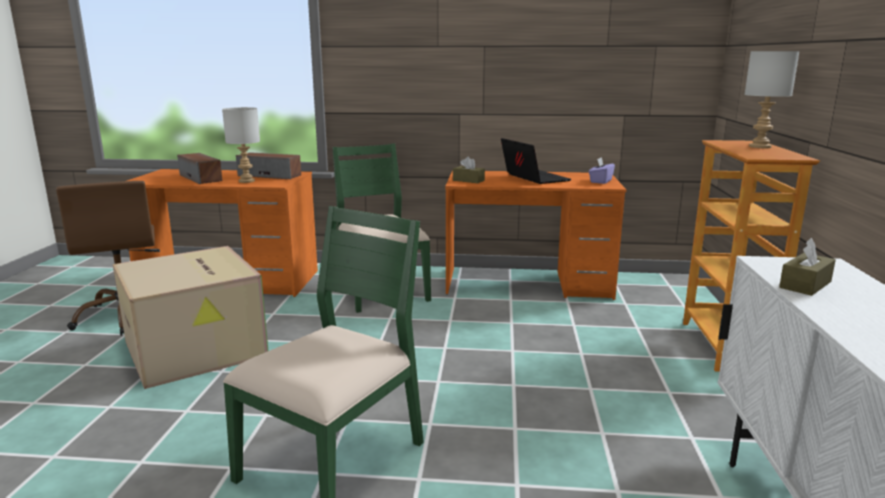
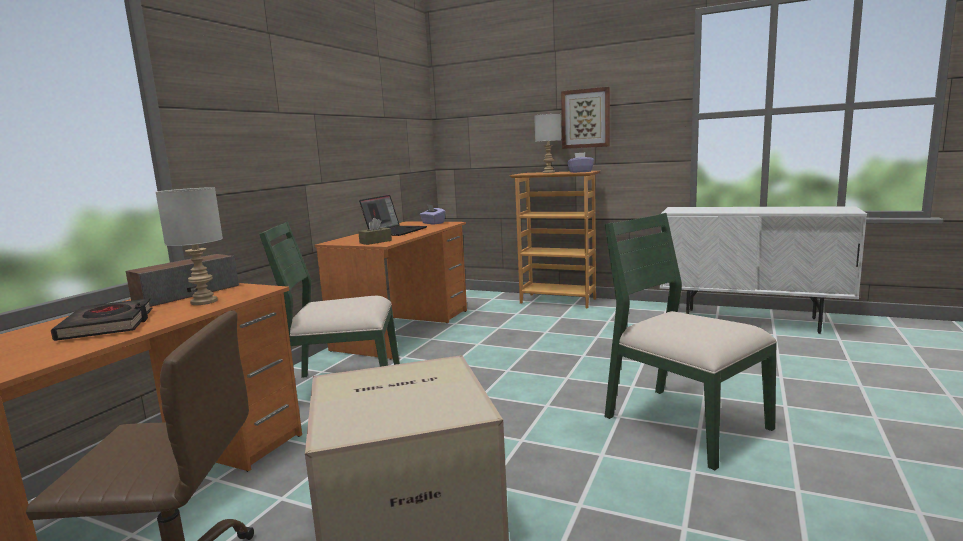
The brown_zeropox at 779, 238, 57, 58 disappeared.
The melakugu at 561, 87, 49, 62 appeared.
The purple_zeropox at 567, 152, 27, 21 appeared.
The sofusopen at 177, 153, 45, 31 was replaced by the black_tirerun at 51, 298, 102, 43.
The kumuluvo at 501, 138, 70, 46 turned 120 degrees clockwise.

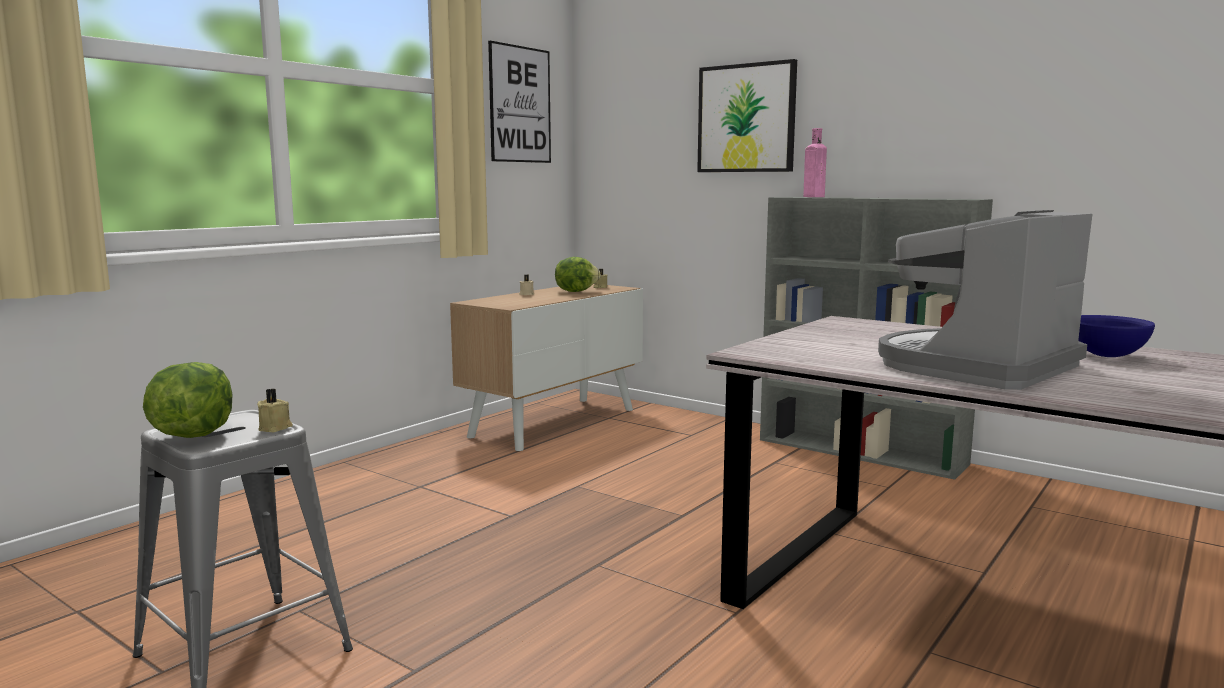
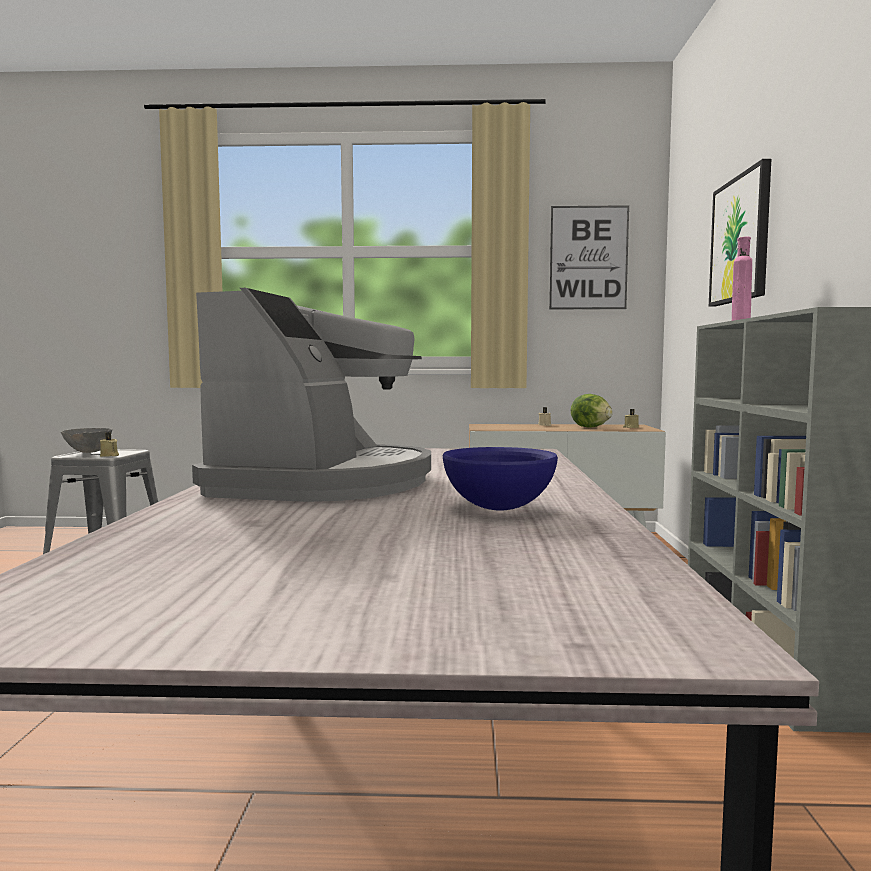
The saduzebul at 143, 362, 90, 76 was replaced by the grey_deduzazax at 61, 428, 51, 25.
The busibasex at 878, 210, 215, 180 turned 90 degrees clockwise.

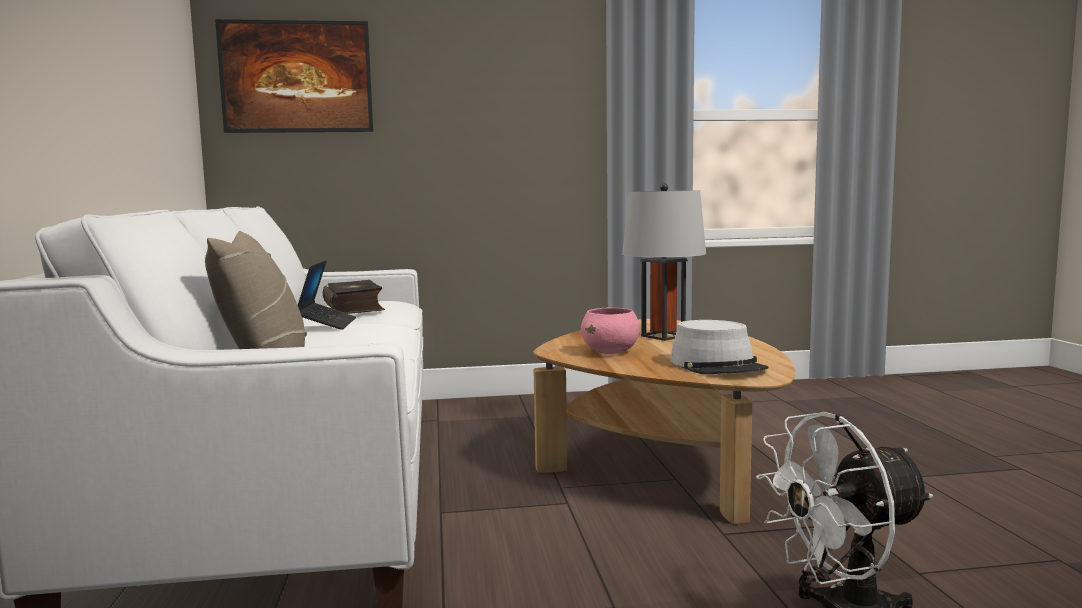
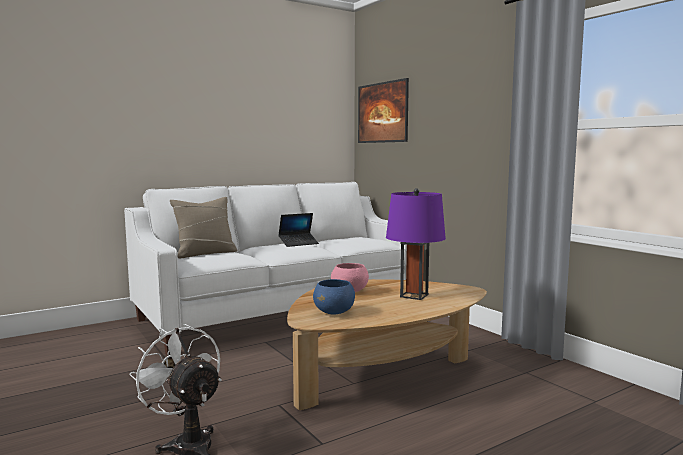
The tirerun at 323, 280, 62, 34 disappeared.
The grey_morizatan at 670, 320, 99, 54 was replaced by the blue_deduzazax at 313, 279, 42, 36.
The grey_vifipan at 622, 183, 84, 158 became the purple_vifipan at 386, 188, 60, 112.

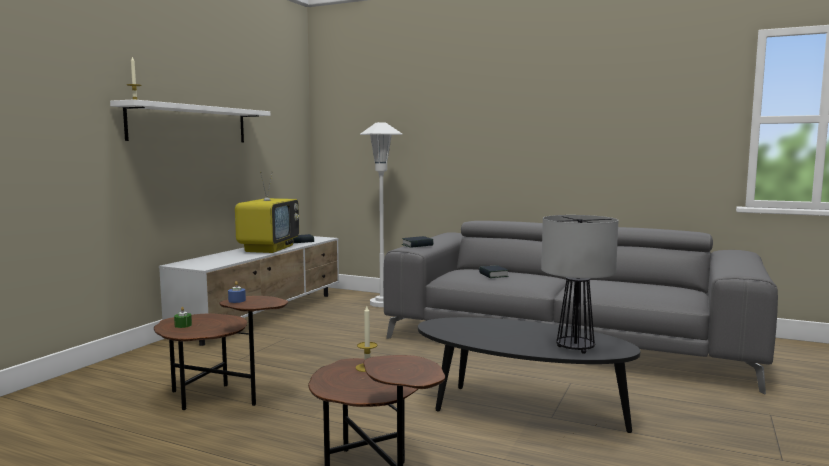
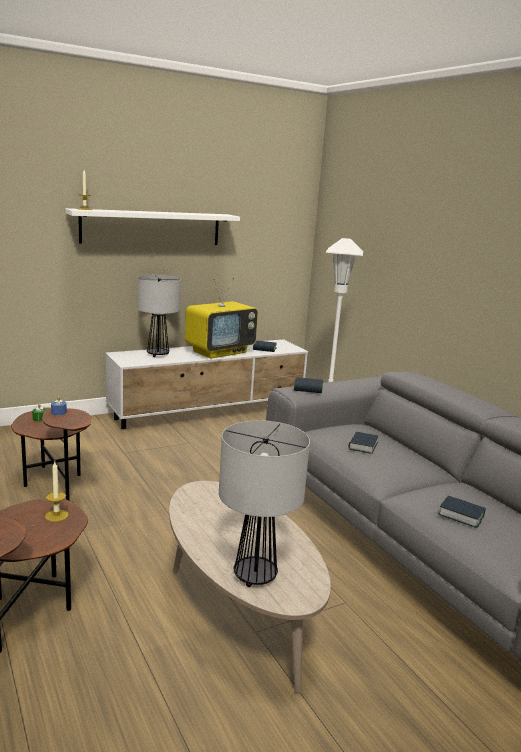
The vifipan at 137, 275, 44, 82 appeared.
The tirerun at 438, 496, 48, 32 appeared.
The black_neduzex at 418, 317, 222, 116 became the beige_neduzex at 169, 481, 162, 213.

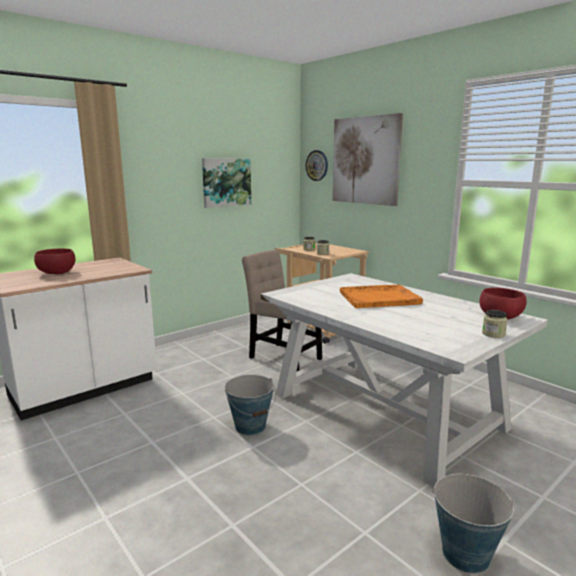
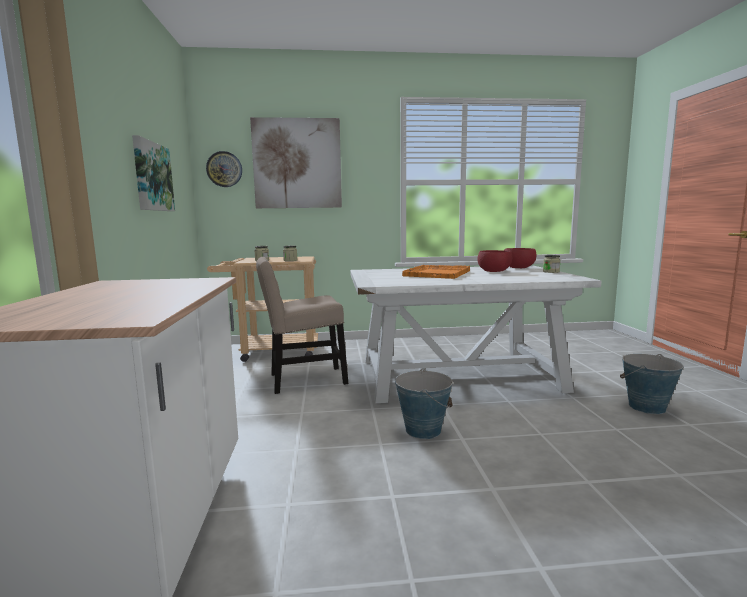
The red_deduzazax moved from 34, 248, 41, 26 to 477, 250, 35, 22.

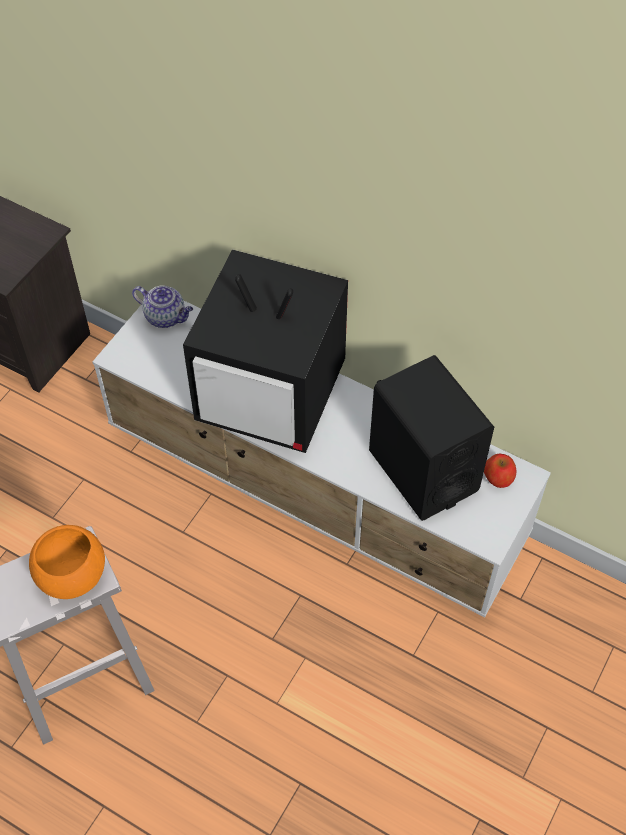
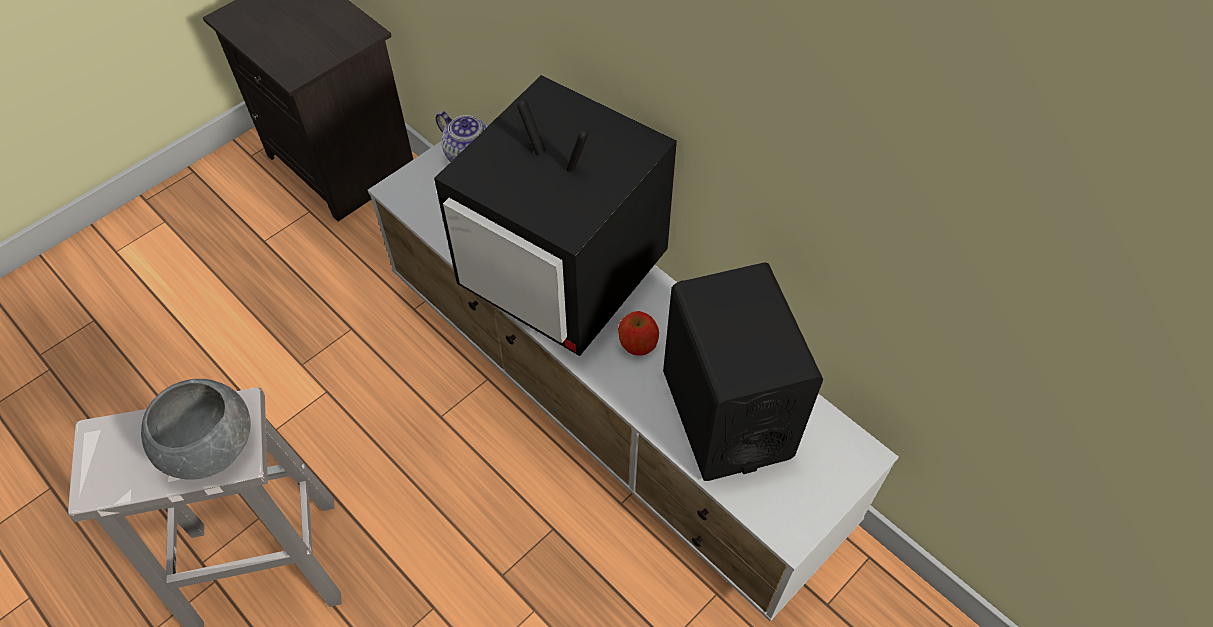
The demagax moved from 484, 454, 32, 34 to 618, 311, 41, 45.
The orange_deduzazax at 29, 525, 76, 74 became the grey_deduzazax at 141, 379, 110, 101.

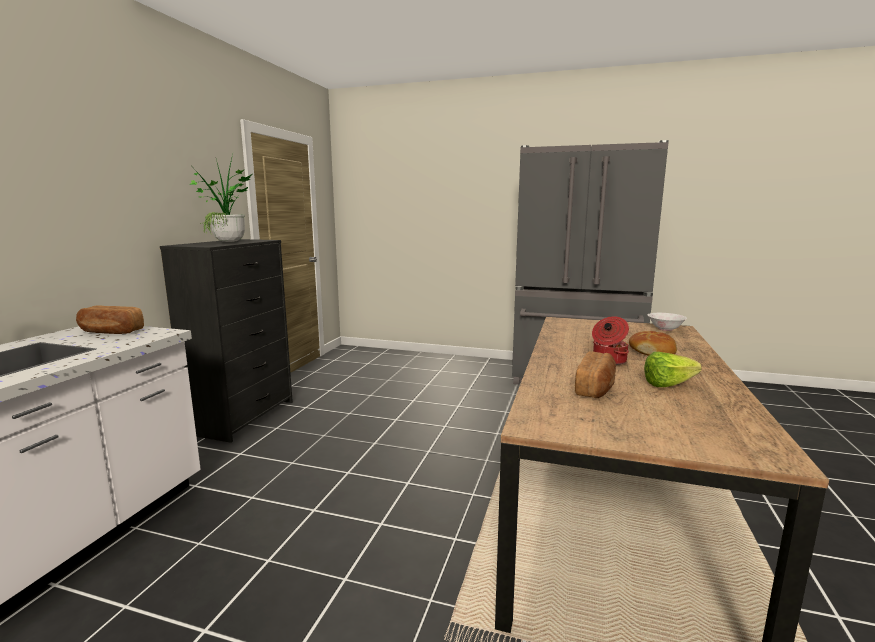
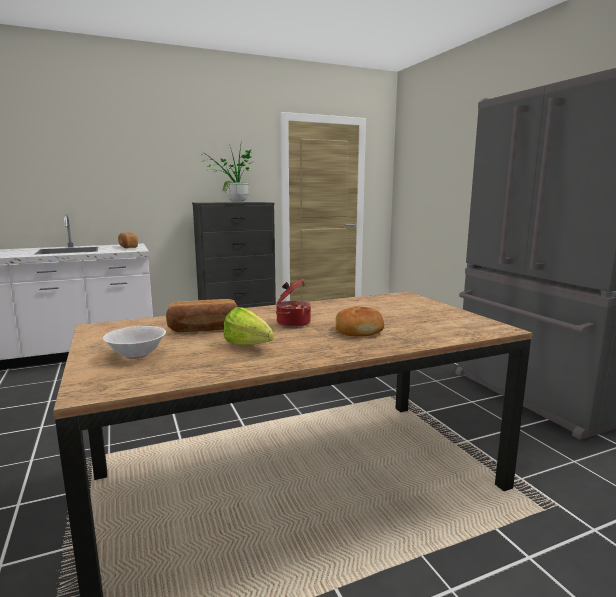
The white_deduzazax moved from 648, 313, 39, 18 to 103, 326, 63, 33.

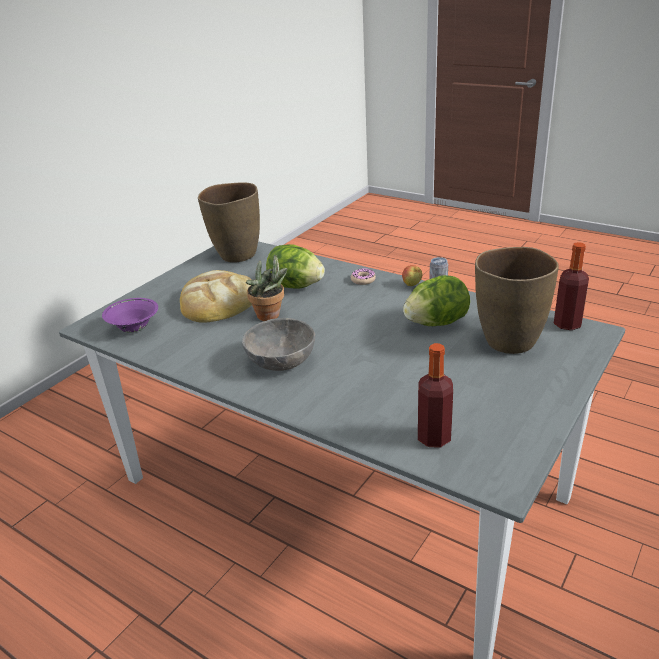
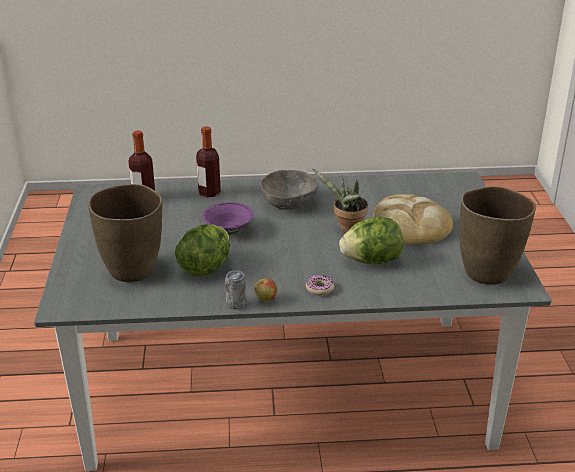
The purple_deduzazax moved from 102, 298, 56, 35 to 202, 202, 51, 33.
The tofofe moved from 554, 242, 35, 88 to 196, 126, 25, 72.

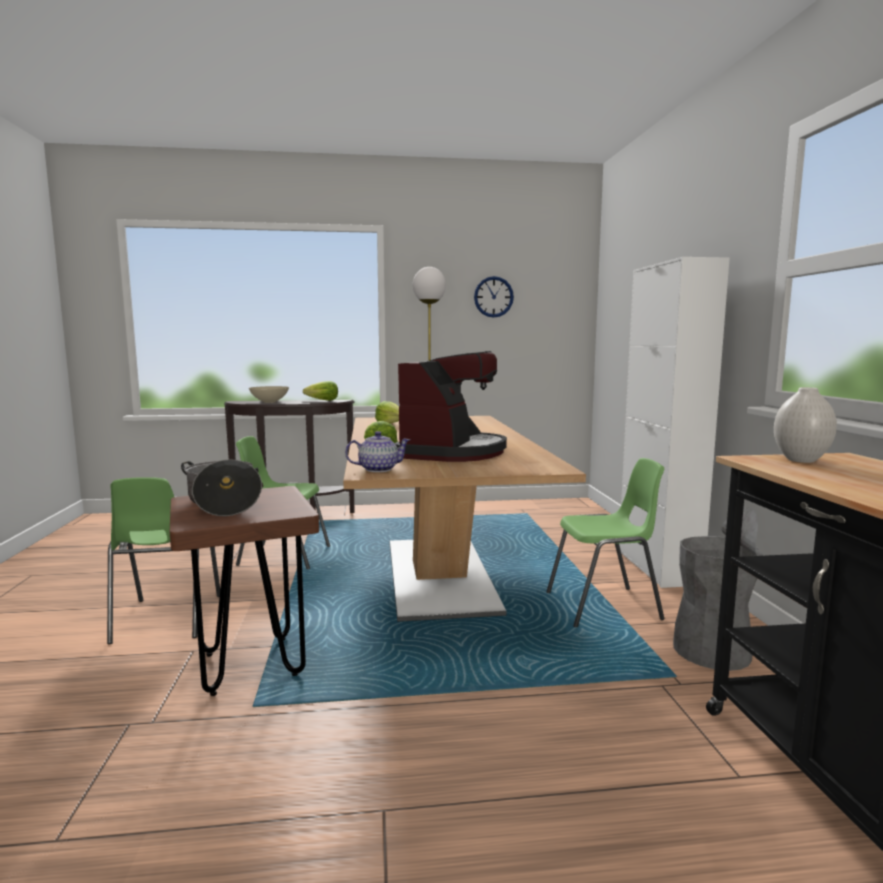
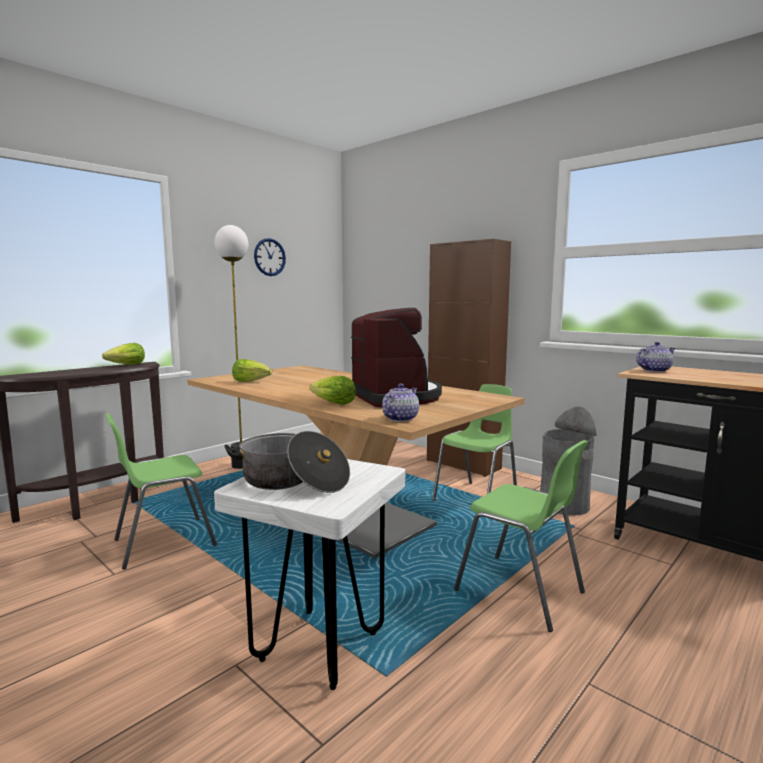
The beige_deduzazax at 249, 386, 40, 17 disappeared.
The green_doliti moved from 107, 477, 113, 167 to 454, 440, 134, 192.
The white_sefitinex at 774, 387, 63, 76 was replaced by the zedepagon at 636, 342, 40, 30.
The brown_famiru at 170, 486, 149, 210 became the white_famiru at 214, 459, 191, 231.
The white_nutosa at 619, 257, 111, 331 became the brown_nutosa at 427, 239, 84, 238.

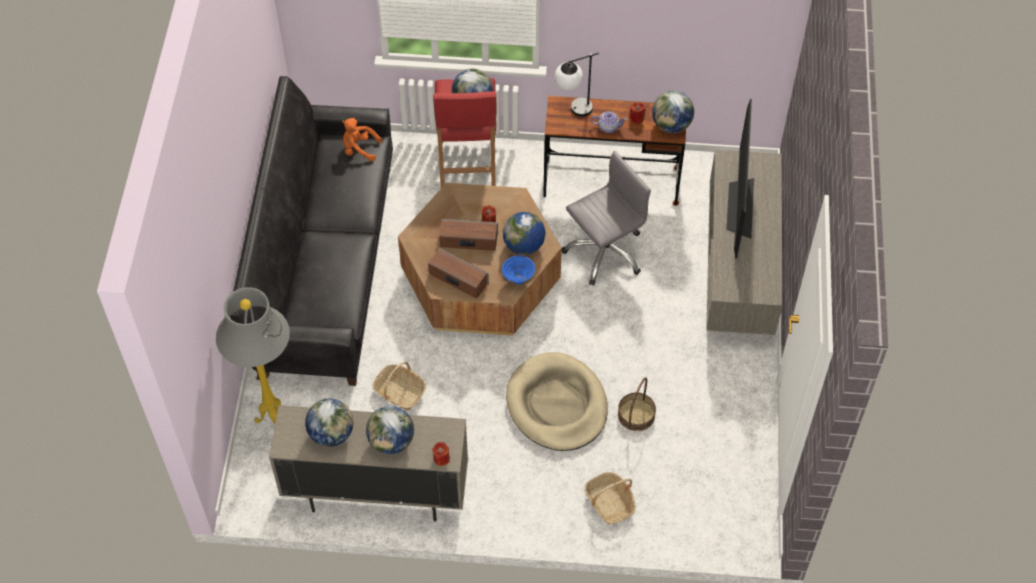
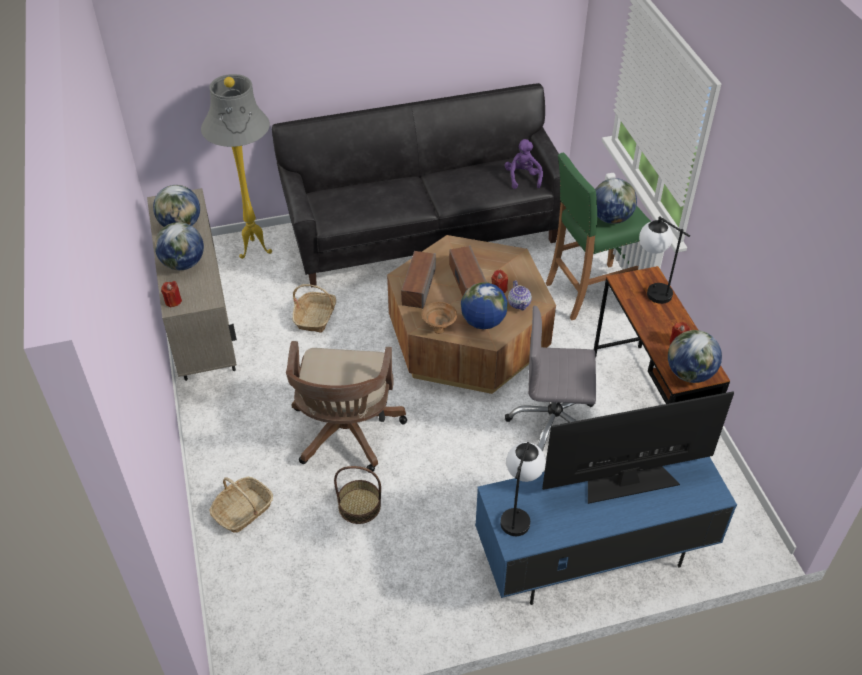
The vifipan at 500, 442, 46, 94 appeared.
The zedepagon moved from 591, 112, 36, 21 to 508, 280, 24, 30.
The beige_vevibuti at 506, 352, 102, 99 was replaced by the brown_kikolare at 286, 341, 121, 132.
The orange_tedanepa at 342, 118, 40, 44 became the purple_tedanepa at 505, 139, 38, 50.
The red_famiru at 433, 78, 63, 110 became the green_famiru at 546, 153, 105, 167.
The blue_deduzazax at 502, 255, 33, 30 became the brown_deduzazax at 421, 302, 36, 32.
The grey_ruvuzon at 706, 150, 77, 185 became the blue_ruvuzon at 475, 457, 262, 148.
The grey_kikolare at 562, 151, 89, 135 turned 150 degrees clockwise.

